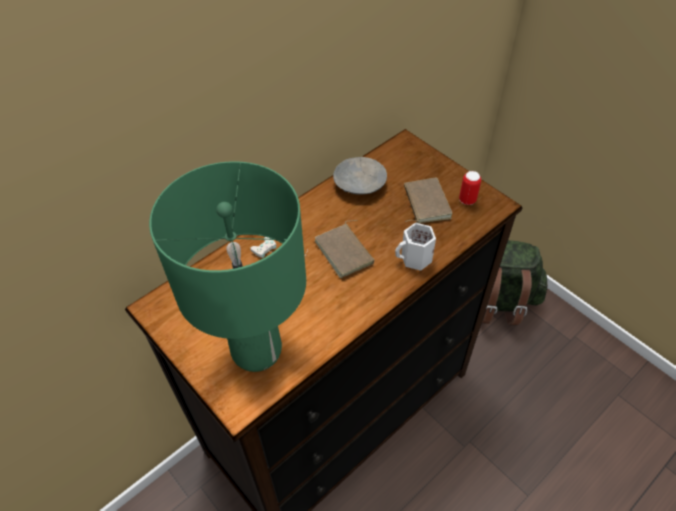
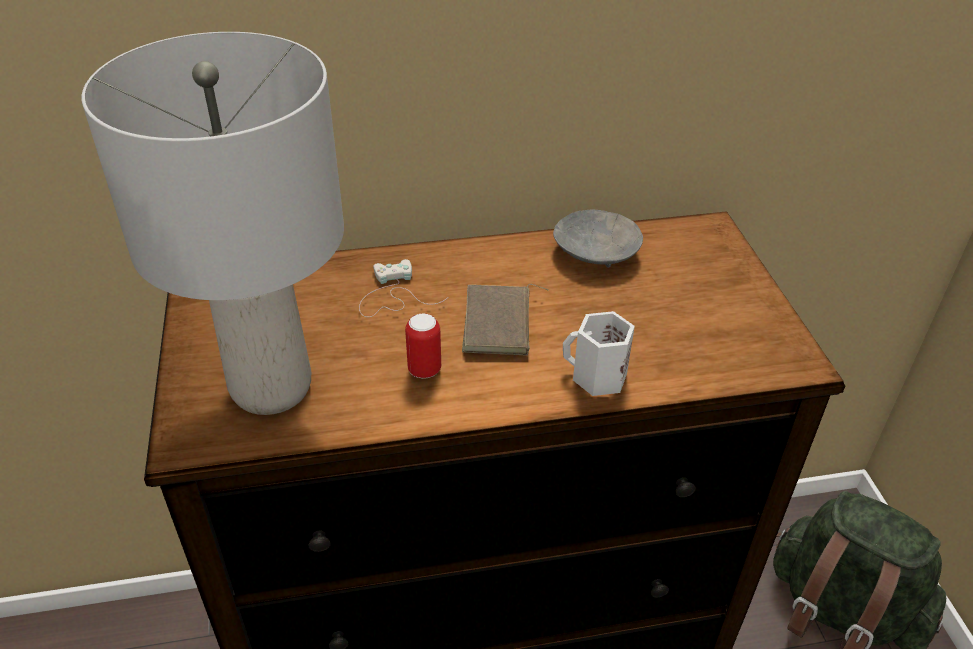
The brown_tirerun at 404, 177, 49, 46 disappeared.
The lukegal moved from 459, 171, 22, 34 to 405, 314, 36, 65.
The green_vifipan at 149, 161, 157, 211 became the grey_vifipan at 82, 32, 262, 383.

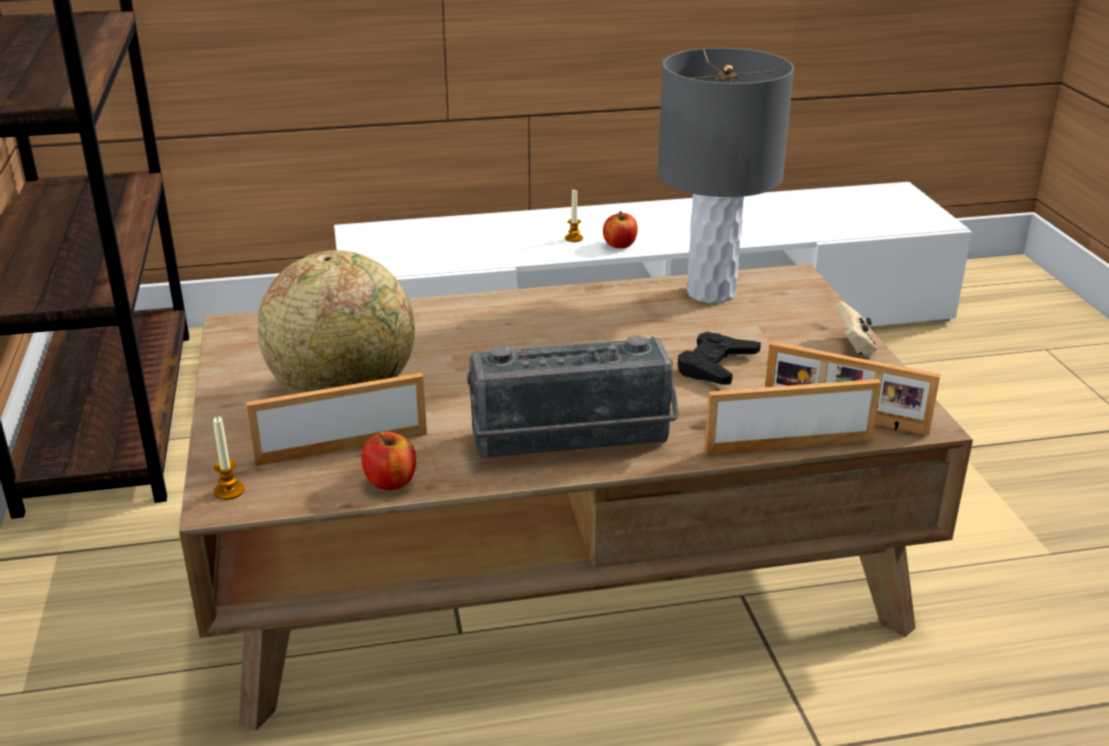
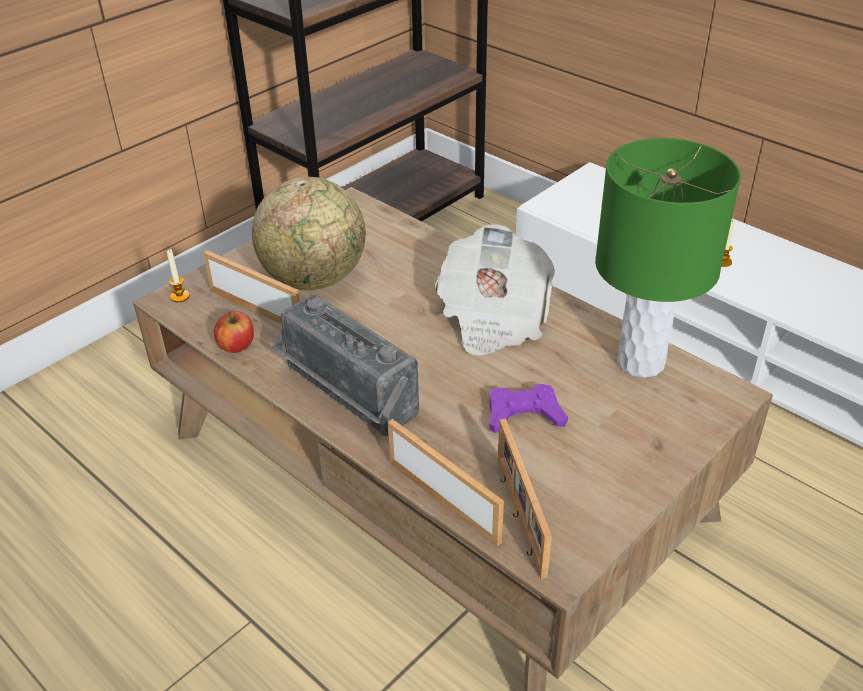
The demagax at 603, 211, 35, 37 disappeared.
The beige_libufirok at 835, 301, 42, 55 disappeared.
The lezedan at 435, 224, 120, 132 appeared.
The grey_vifipan at 658, 48, 136, 255 became the green_vifipan at 595, 138, 146, 240.
The black_libufirok at 678, 331, 83, 54 became the purple_libufirok at 489, 384, 79, 49.

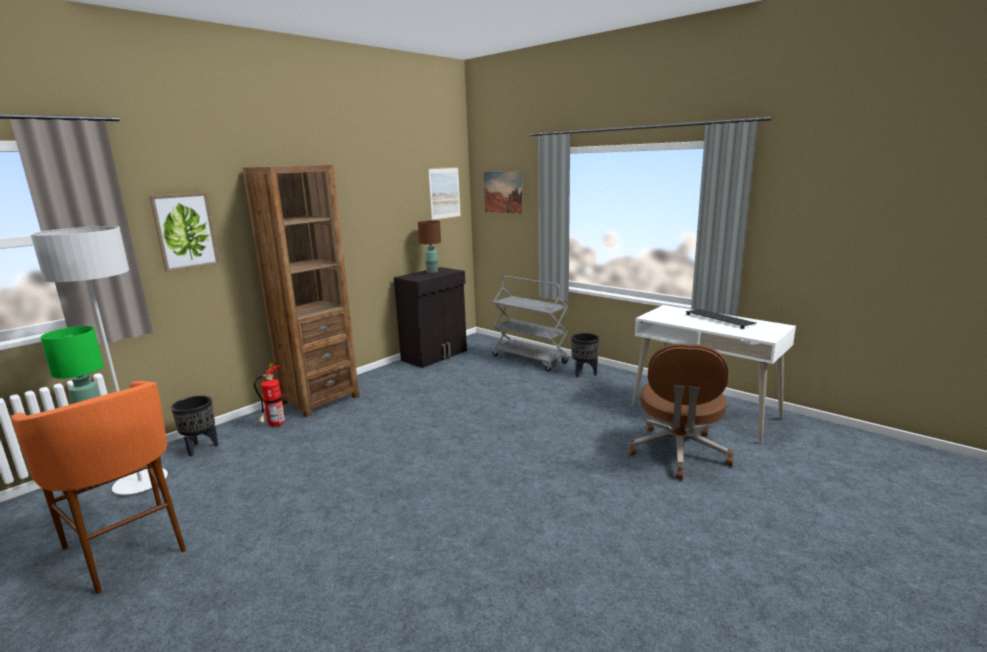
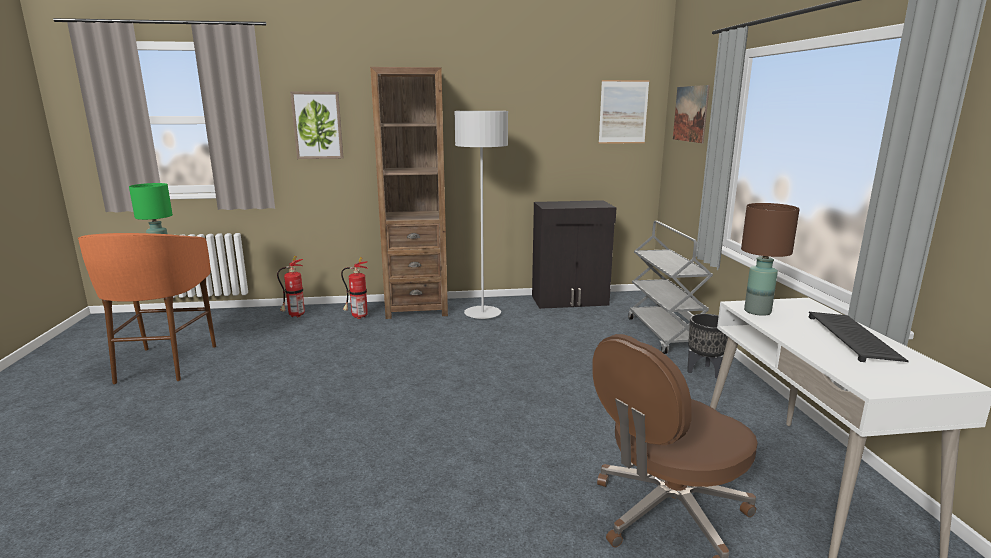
The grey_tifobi moved from 31, 226, 137, 269 to 454, 111, 54, 208.
The brown_vifipan moved from 418, 221, 23, 52 to 741, 203, 59, 113.
The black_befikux at 171, 396, 47, 60 was replaced by the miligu at 277, 256, 28, 61.

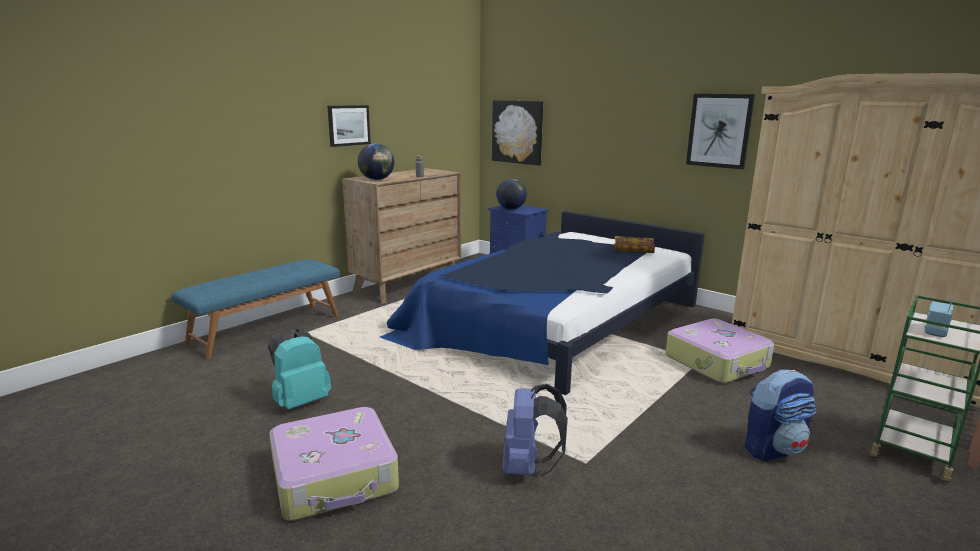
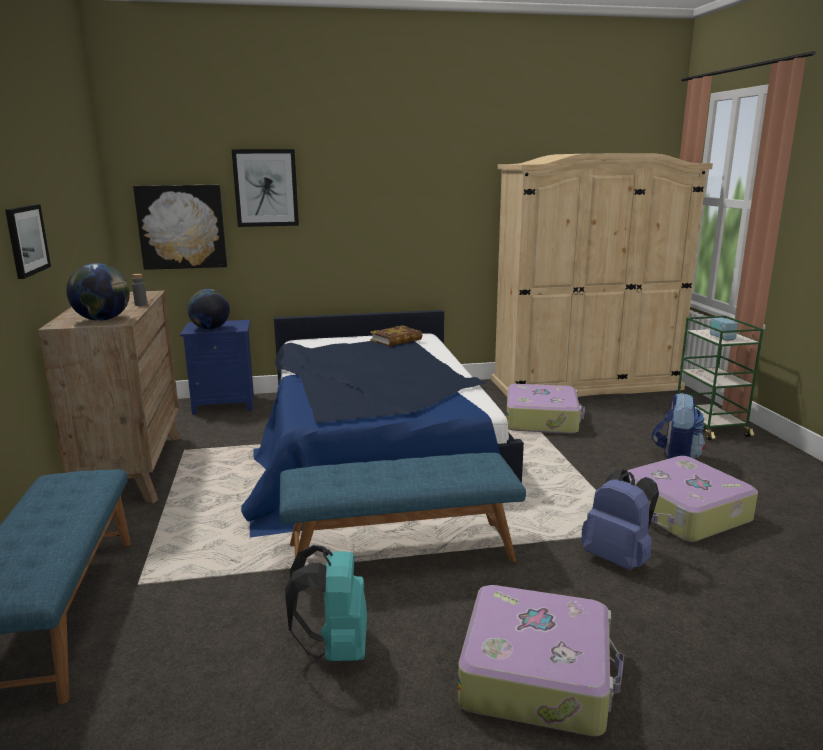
The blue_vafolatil at 280, 453, 246, 109 appeared.
The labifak at 628, 456, 130, 86 appeared.
The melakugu moved from 686, 94, 69, 75 to 232, 149, 67, 78.

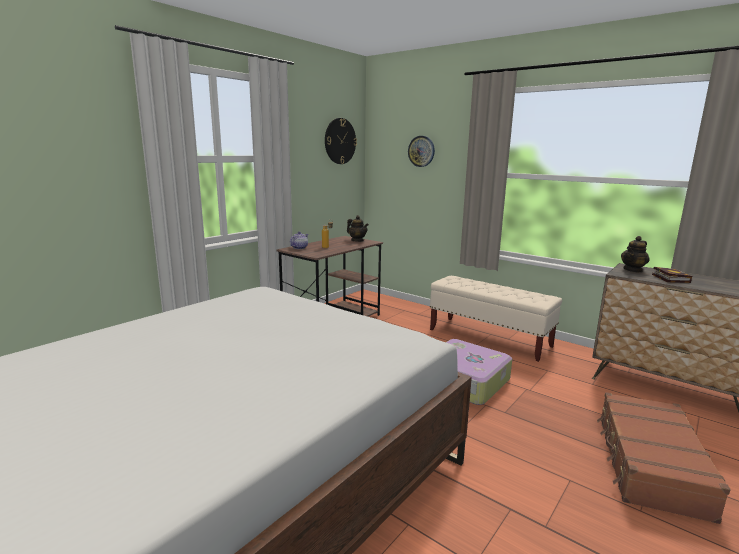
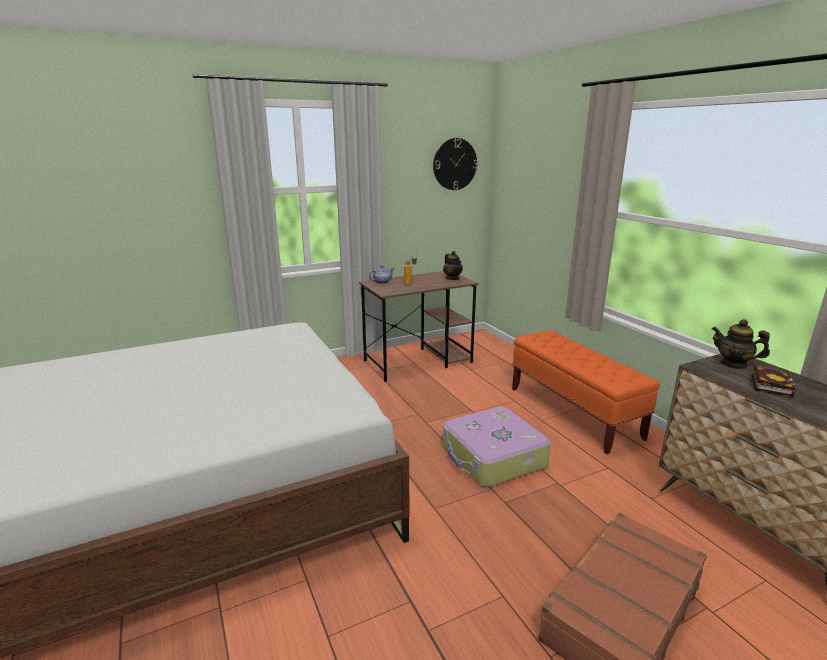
The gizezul at 408, 136, 27, 31 disappeared.
The beige_vafolatil at 430, 276, 132, 86 became the orange_vafolatil at 512, 331, 148, 123.
The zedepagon at 621, 236, 29, 36 turned 45 degrees clockwise.

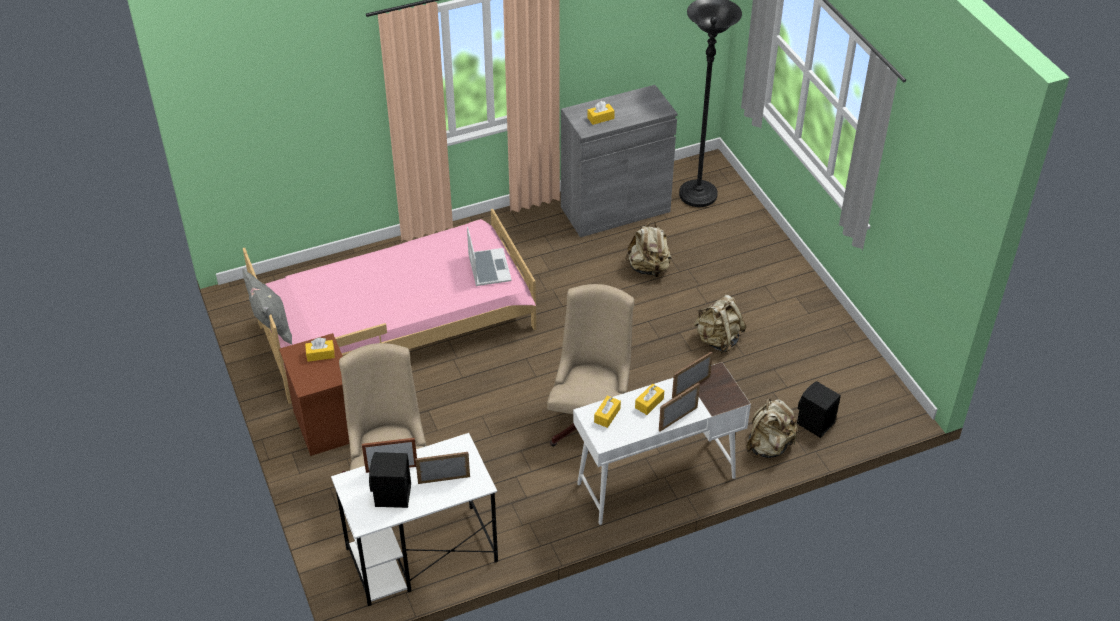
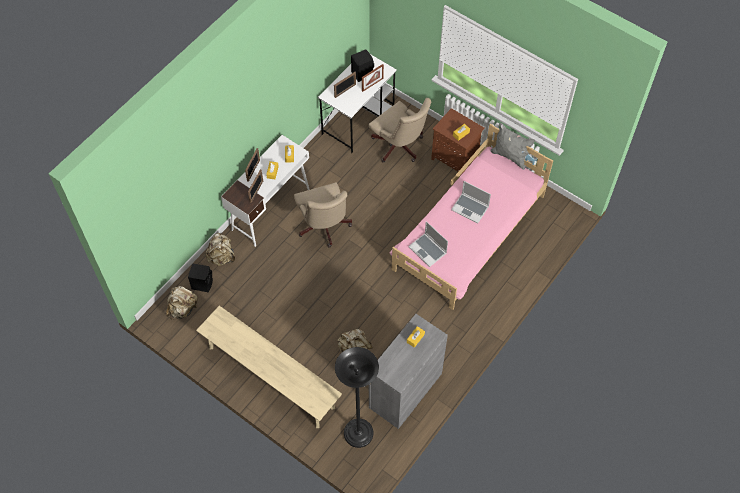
The beige_vafolatil at 196, 306, 146, 122 appeared.
The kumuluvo at 451, 181, 40, 42 appeared.
The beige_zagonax moved from 693, 295, 54, 58 to 166, 286, 32, 34.

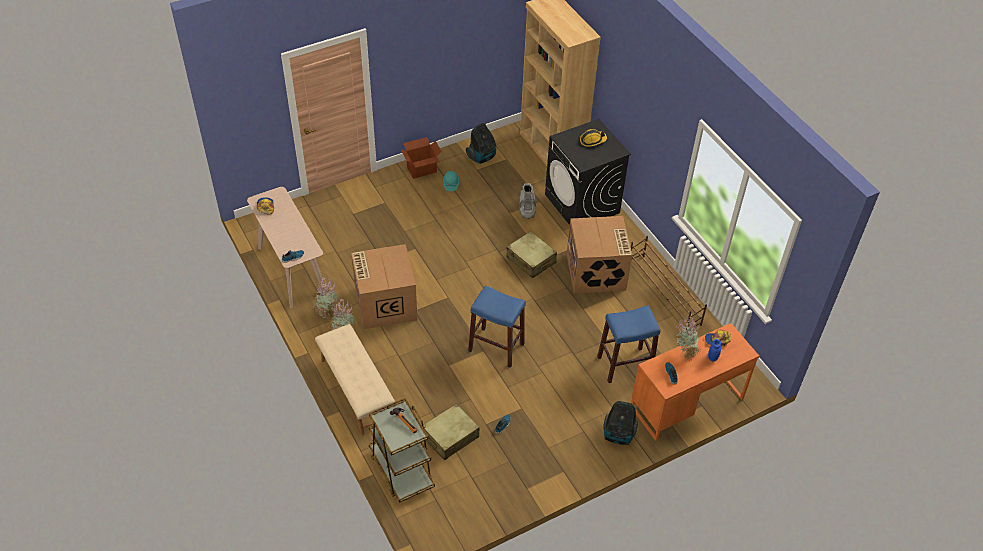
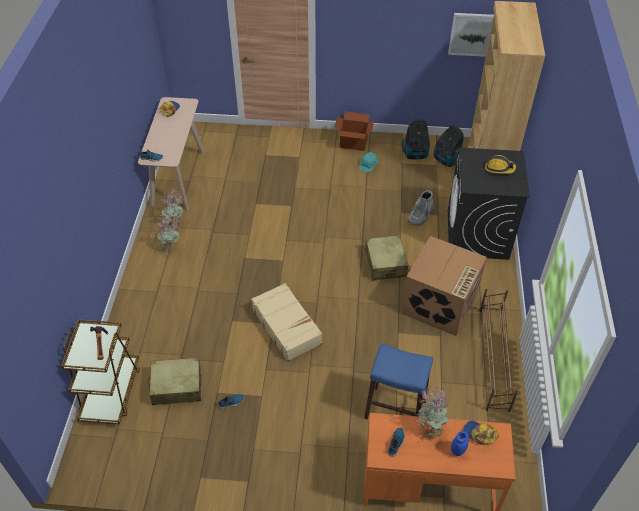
The beige_vafolatil at 315, 324, 80, 111 disappeared.
The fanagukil at 351, 244, 66, 85 disappeared.
The melakugu at 448, 13, 46, 44 appeared.
The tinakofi moved from 603, 401, 35, 44 to 434, 125, 30, 42.
The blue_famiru at 468, 285, 58, 83 was replaced by the beige_labifak at 251, 283, 71, 79.

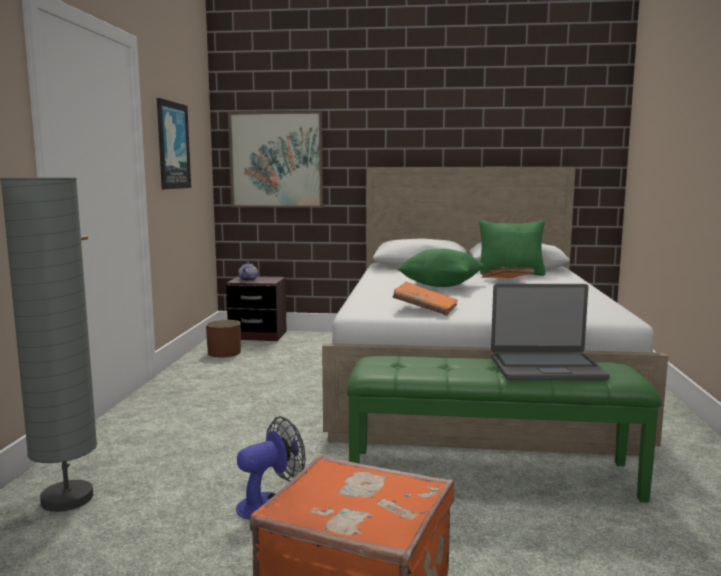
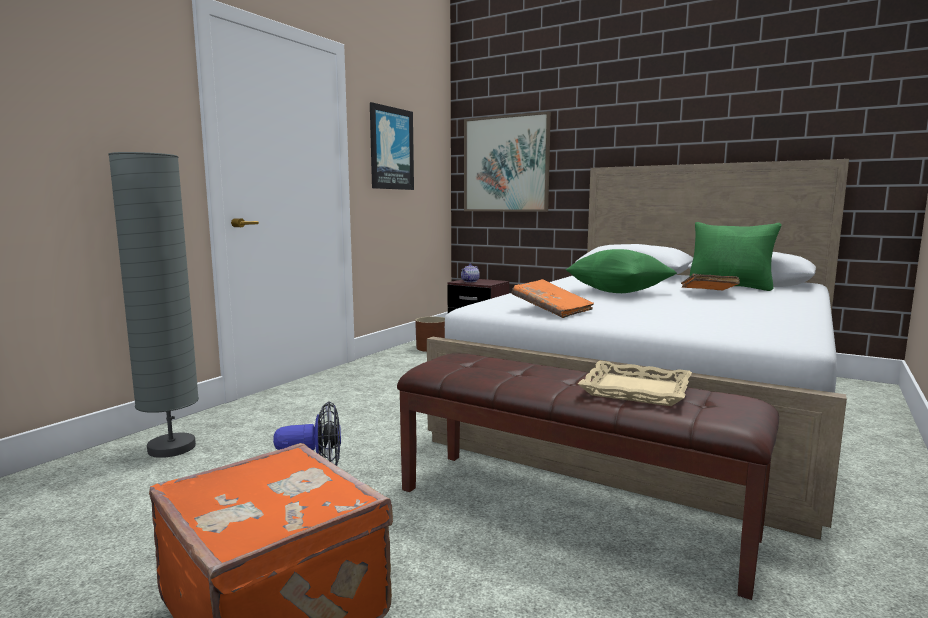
The kumuluvo at 491, 284, 119, 96 was replaced by the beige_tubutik at 578, 361, 114, 45.
The green_vafolatil at 347, 356, 315, 147 became the brown_vafolatil at 397, 353, 382, 247.

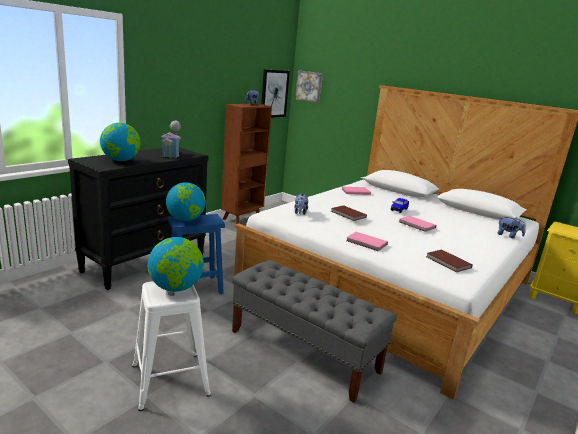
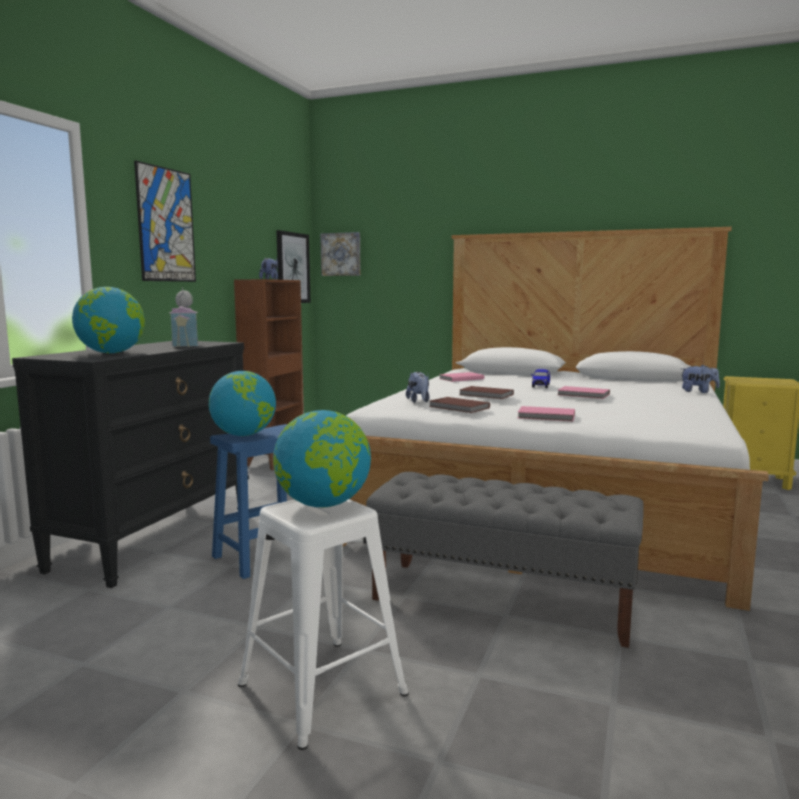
The melakugu at 134, 160, 62, 122 appeared.
The brown_tirerun moved from 427, 249, 46, 23 to 429, 397, 61, 16.

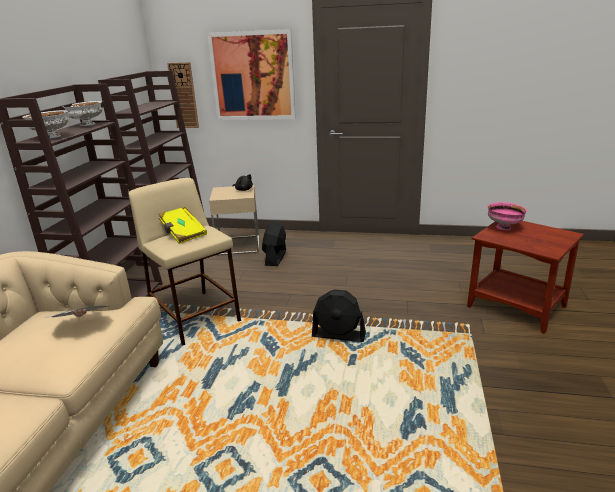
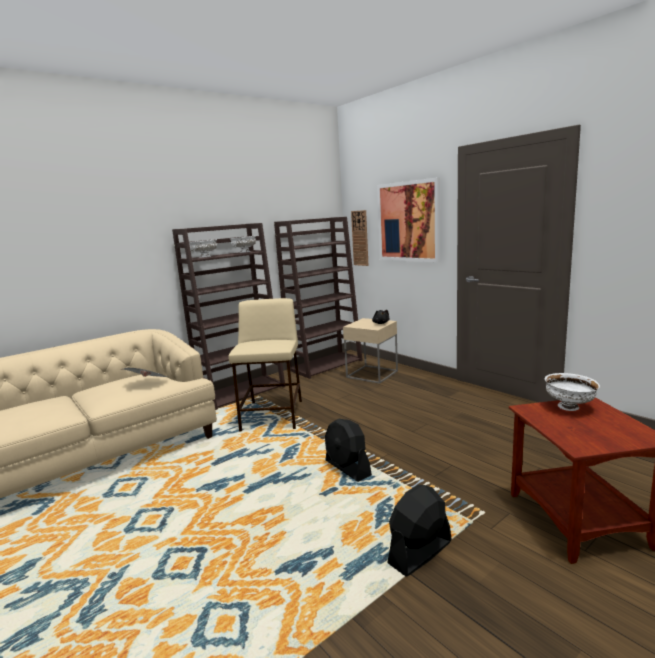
The yellow_tirerun at 158, 207, 49, 37 disappeared.
The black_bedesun moved from 262, 220, 24, 46 to 387, 485, 65, 92.
The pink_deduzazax at 487, 202, 40, 28 became the white_deduzazax at 545, 373, 55, 38.

